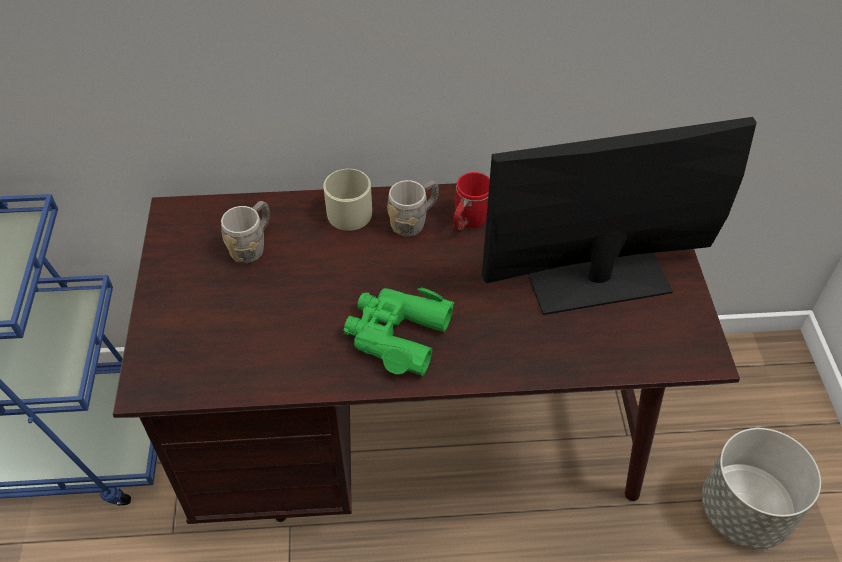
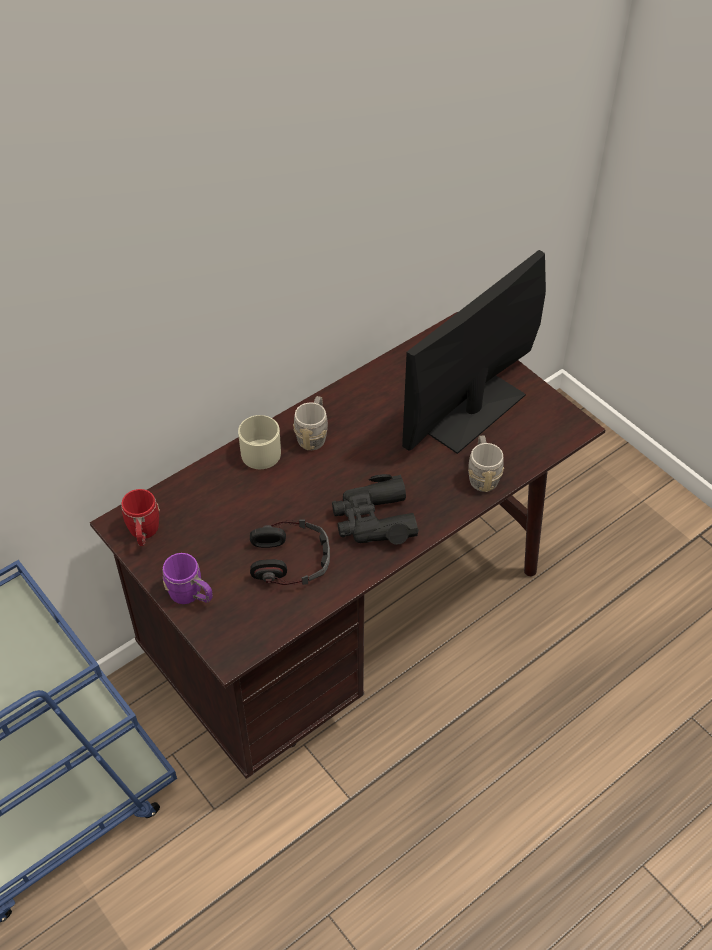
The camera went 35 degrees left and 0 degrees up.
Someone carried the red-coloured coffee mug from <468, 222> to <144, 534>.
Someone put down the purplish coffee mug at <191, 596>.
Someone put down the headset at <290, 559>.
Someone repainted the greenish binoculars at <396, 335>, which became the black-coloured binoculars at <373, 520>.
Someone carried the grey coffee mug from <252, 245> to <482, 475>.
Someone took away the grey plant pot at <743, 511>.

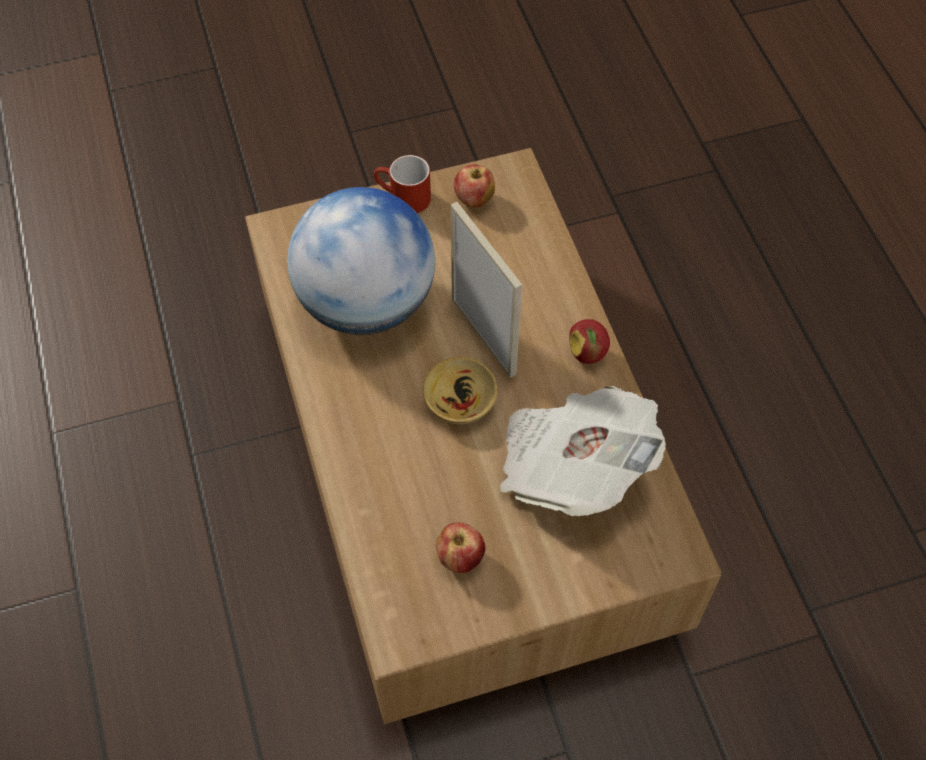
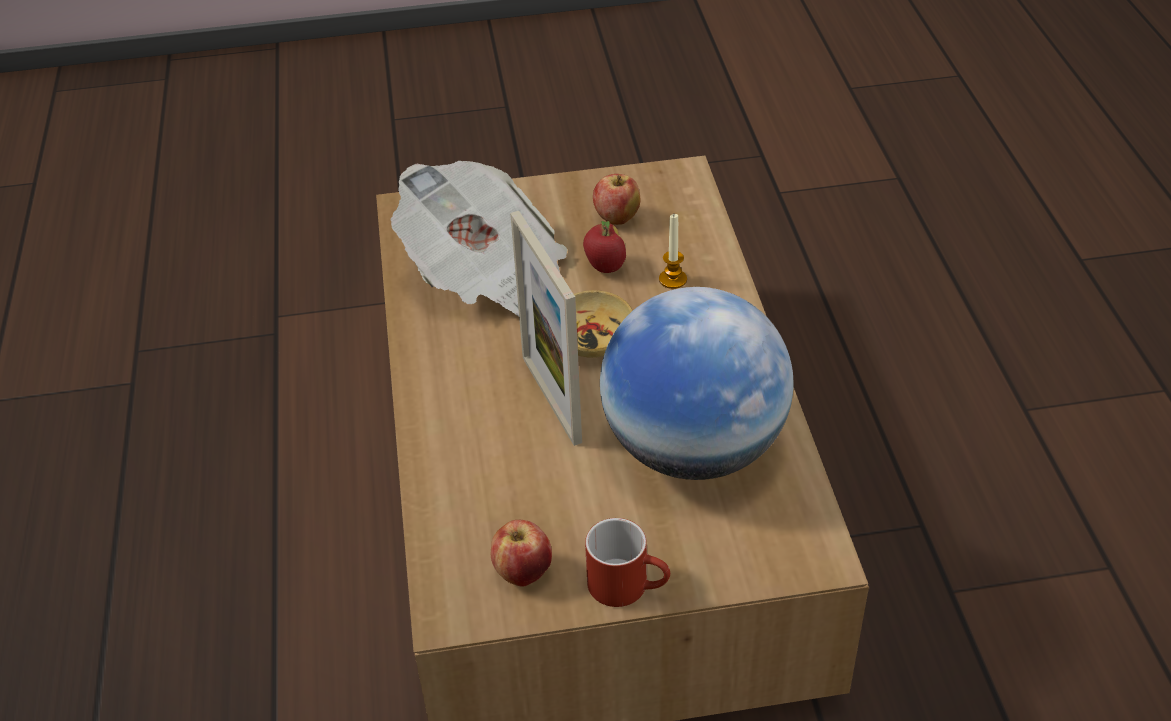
The camera went 170 degrees left and 15 degrees down.
Someone carried the apple from <587, 353> to <605, 267>.
Someone put down the wax light at <673, 279>.

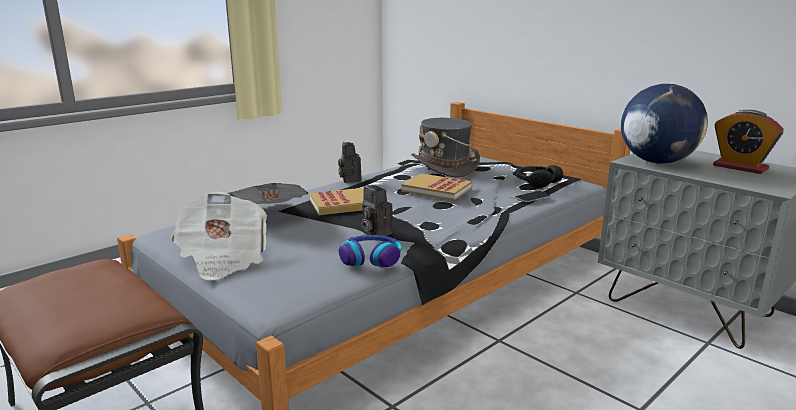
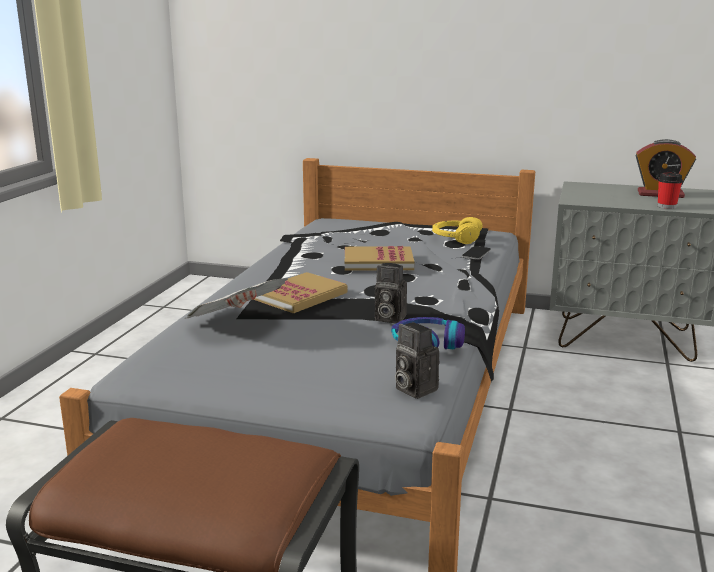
The camera went 30 degrees left and 0 degrees up.
Someone carried the photo camera from <350, 179> to <413, 389>.
Someone repainted the black-coloured headset at <536, 183>, which became the yellow-coloured headset at <456, 239>.
Someone put down the cup at <666, 206>.
Someone took away the newspaper at <223, 258>.
Someone took away the grey hat at <445, 167>.
Someone took away the world globe at <657, 162>.

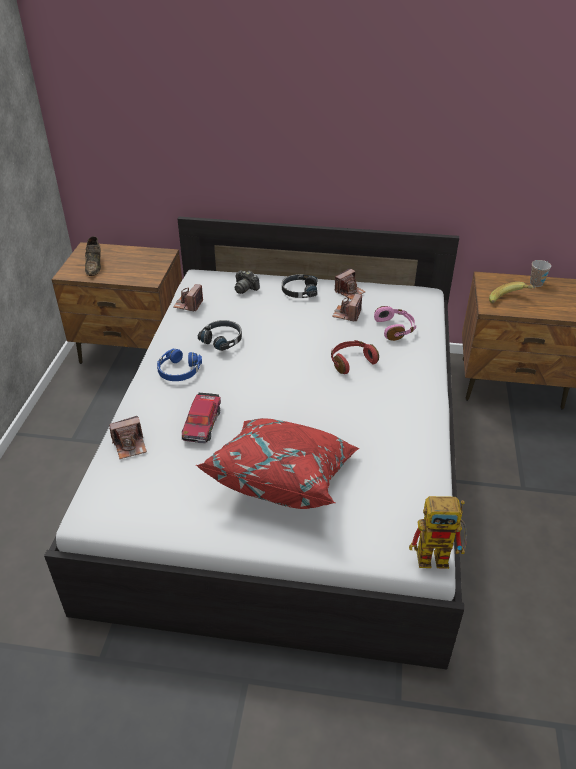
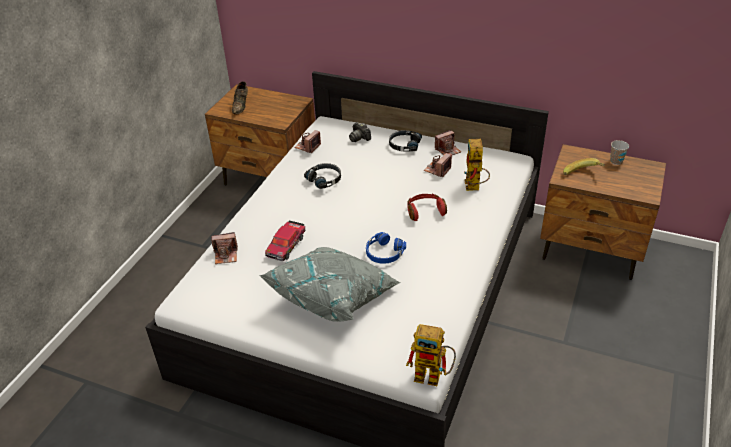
The camera went 15 degrees right and 0 degrees up.
Someone repainted the red-coloured throw pillow at <283, 477>, which became the grey throw pillow at <334, 296>.
Someone carried the bluish headset from <178, 371> to <384, 253>.
Someone swapped the pink-coloured headset at <395, 329> for the robot figure at <474, 187>.

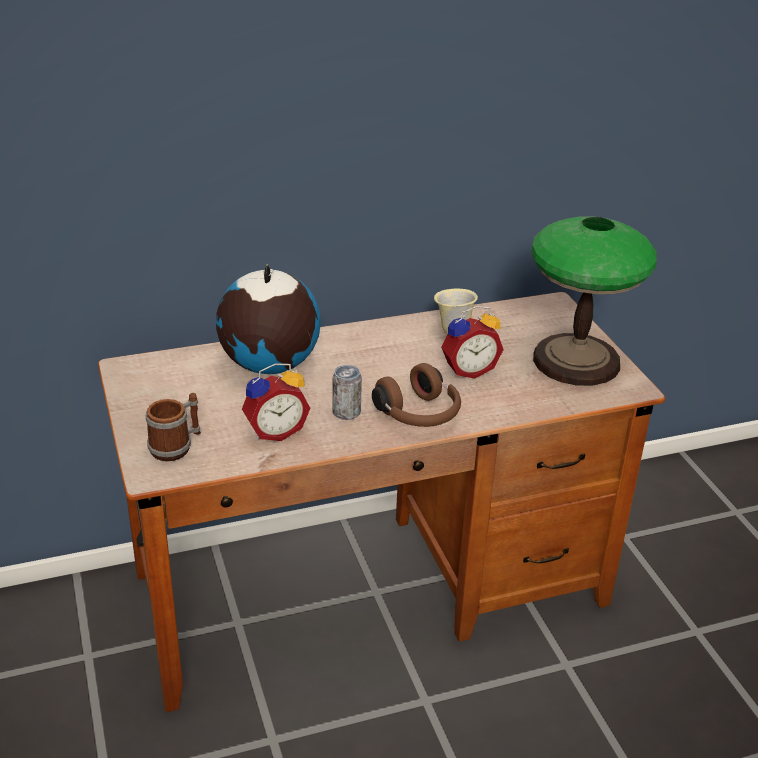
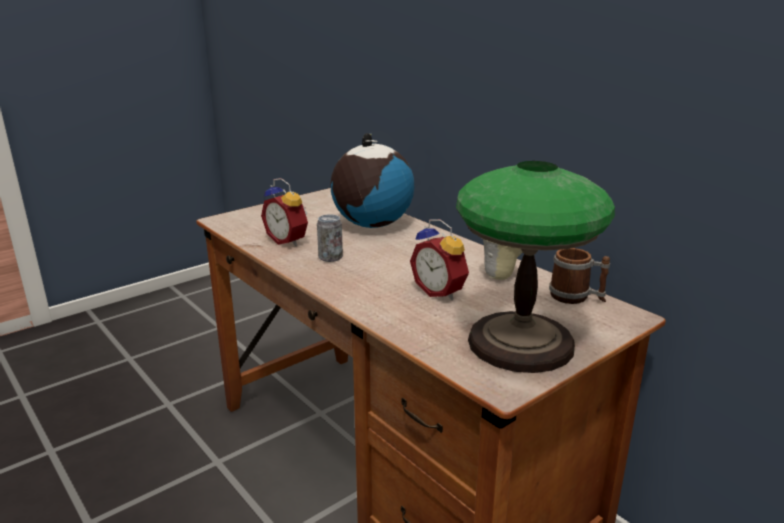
The camera went 70 degrees right and 10 degrees down.
Someone carried the coffee mug from <176, 446> to <576, 297>.
Someone took away the brownish headset at <419, 415>.

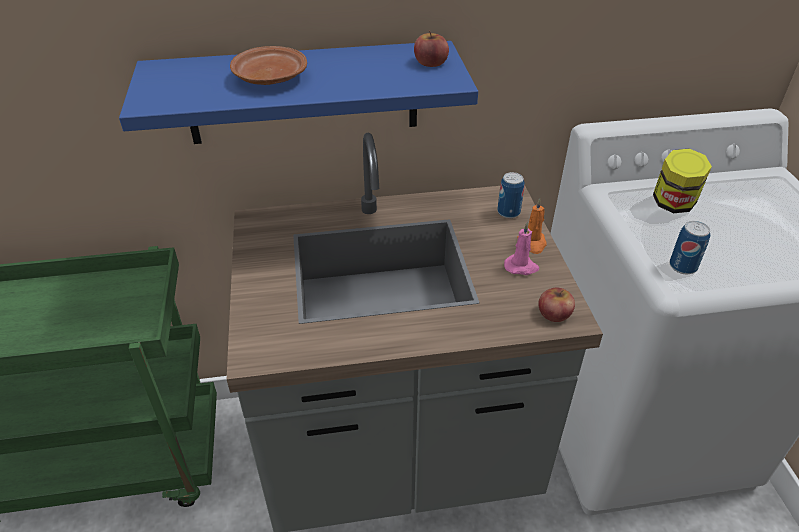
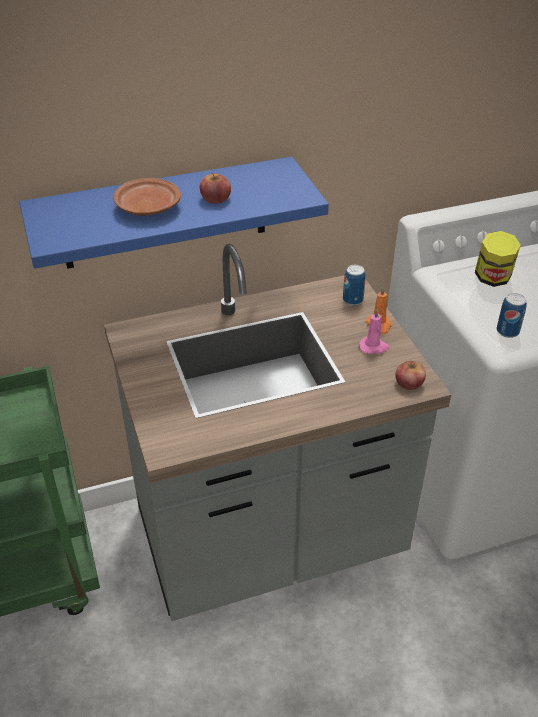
The camera went 10 degrees left and 0 degrees up.
Someone carried the apple from <431, 62> to <215, 198>.

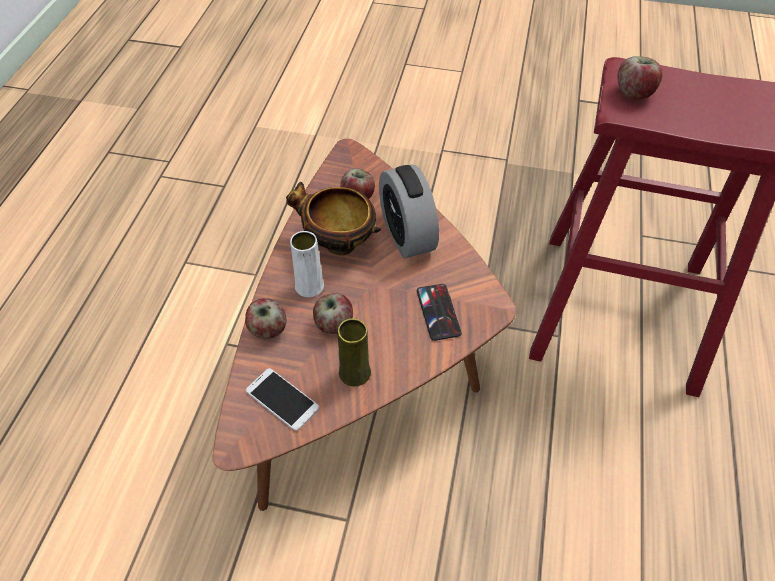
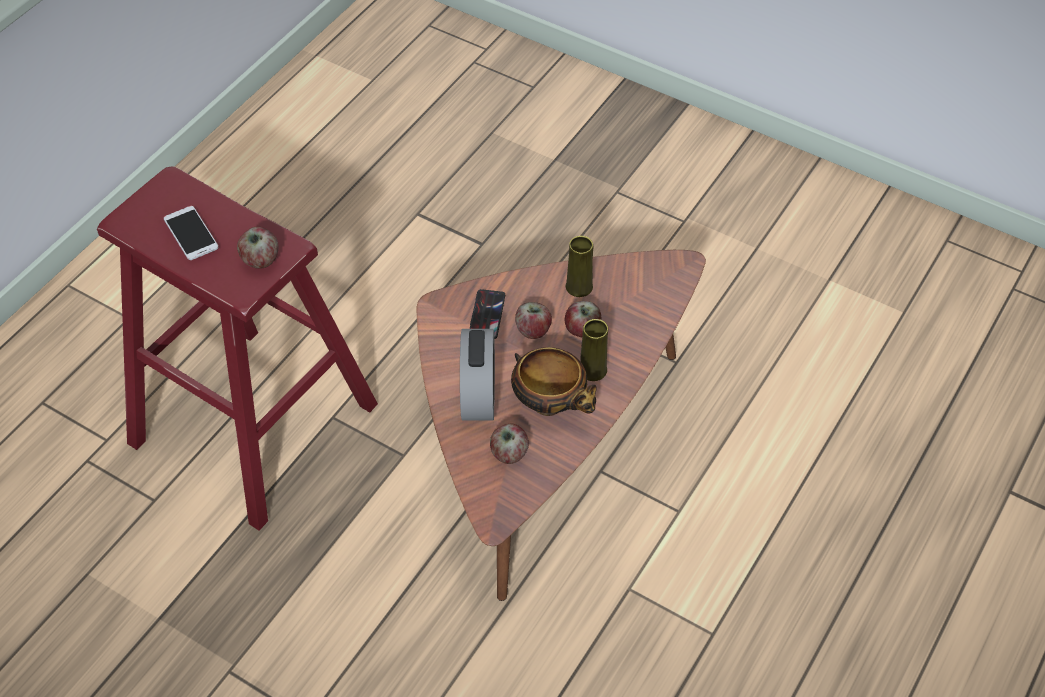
The camera went 160 degrees left and 0 degrees up.
Someone carried the phone from <282, 399> to <191, 233>.
Someone carried the apple from <268, 330> to <533, 330>.
Someone repainted the white-coloured vase at <309, 286>, which became the yellow-coloured vase at <593, 370>.

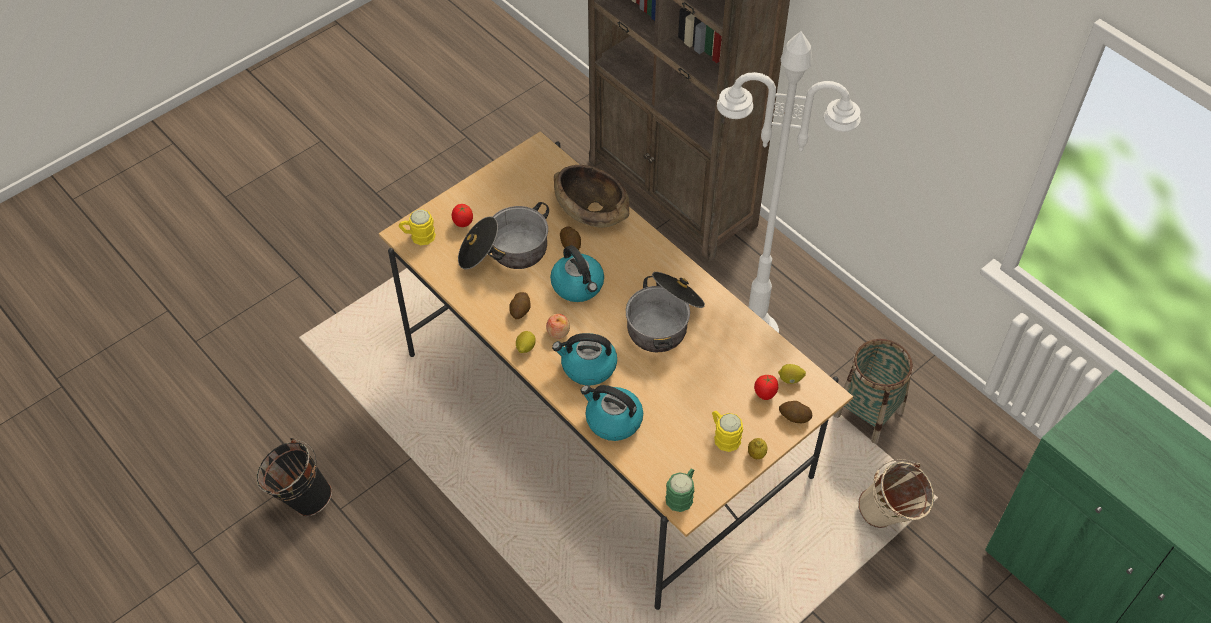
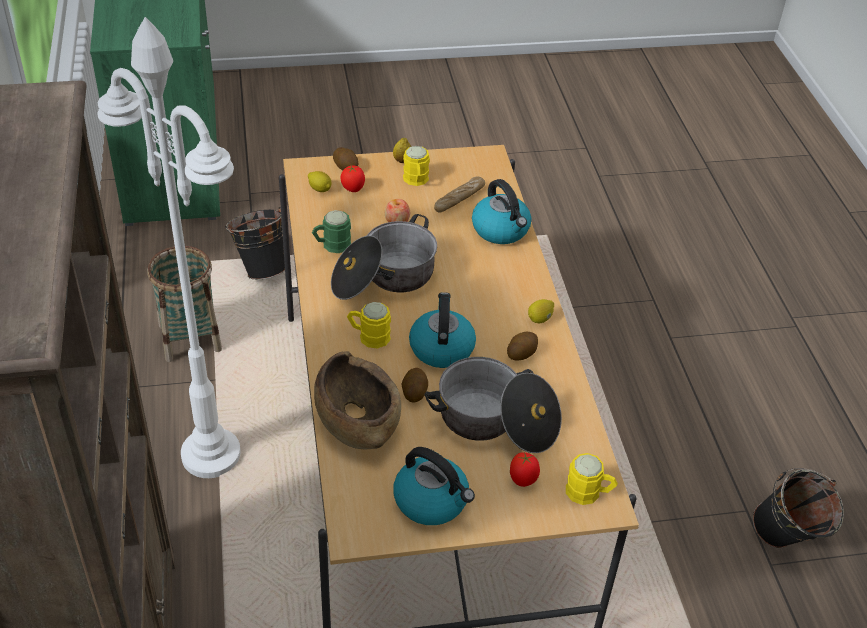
The camera went 150 degrees left and 10 degrees down.
Someone repainted the sand-coloured pail at <890, 518>, which became the black-coloured pail at <261, 268>.
Someone carried the greenish coffee mug from <682, 495> to <331, 245>.
Someone put down the yellow-coloured coffee mug at <369, 336>.
Someone carried the apple from <558, 332> to <397, 220>.
Someone carried the tea kettle from <587, 366> to <432, 501>.
Someone put down the baked bread at <459, 199>.

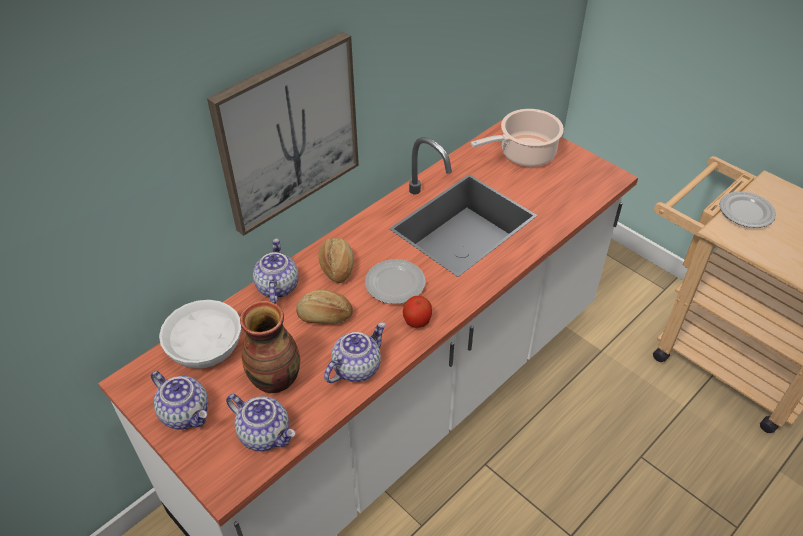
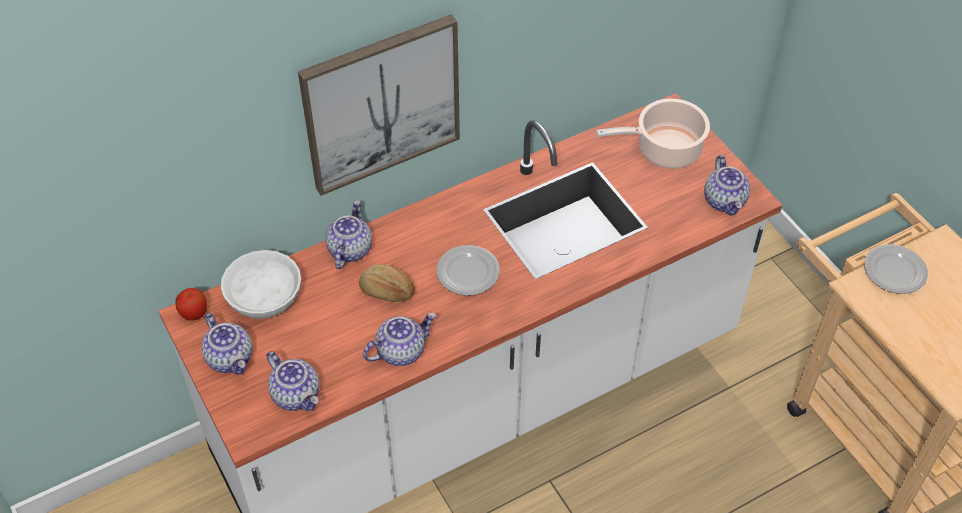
The camera went 15 degrees right and 5 degrees up.
Someone carried the apple from <417, 321> to <194, 313>.
Someone put down the tea pot at <725, 201>.
Someone took away the vase at <277, 379>.
Someone took away the baked bread at <336, 267>.

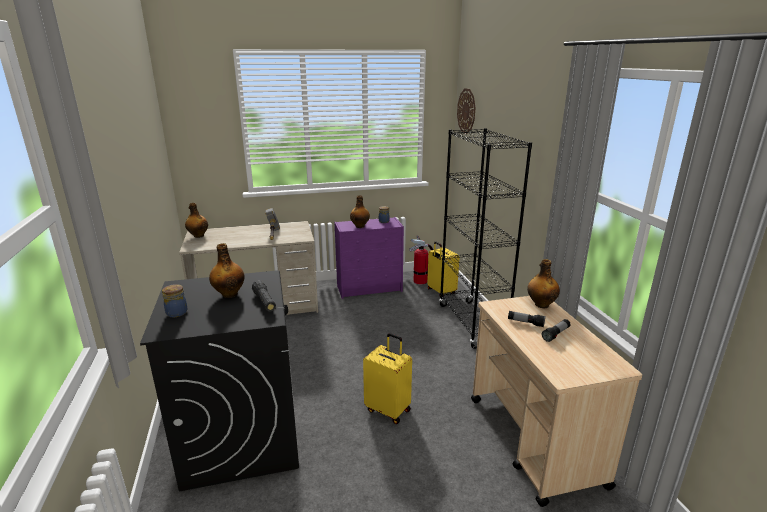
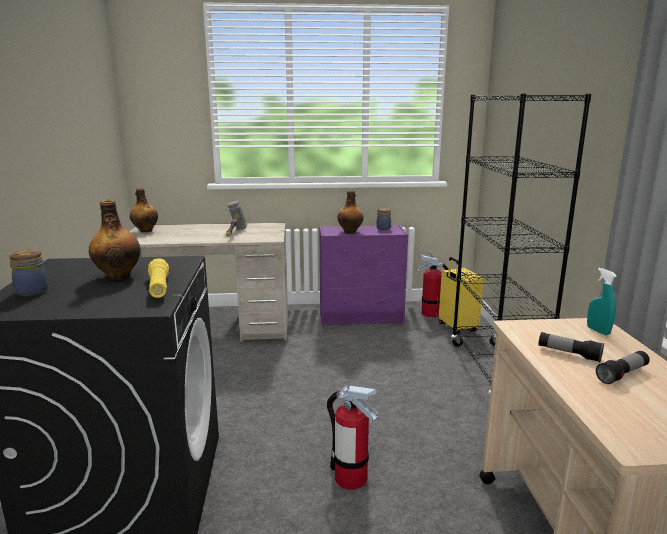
The camera went 10 degrees right and 5 degrees down.
Someone repainted the black-coloured hand torch at <264, 302>, which became the yellow-coloured hand torch at <159, 287>.
Someone swapped the yellow-coloured travel case at <388, 409> for the fire-fighting cylinder at <350, 478>.
Someone swapped the bottle at <541, 304> for the blue-green sprayer at <598, 331>.
Someone took away the wall clock at <466, 111>.

